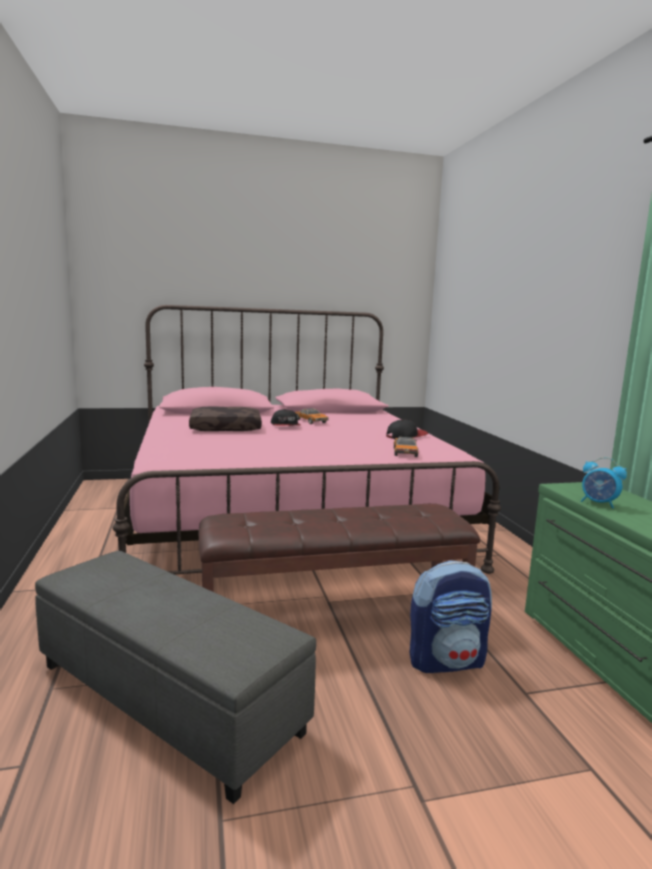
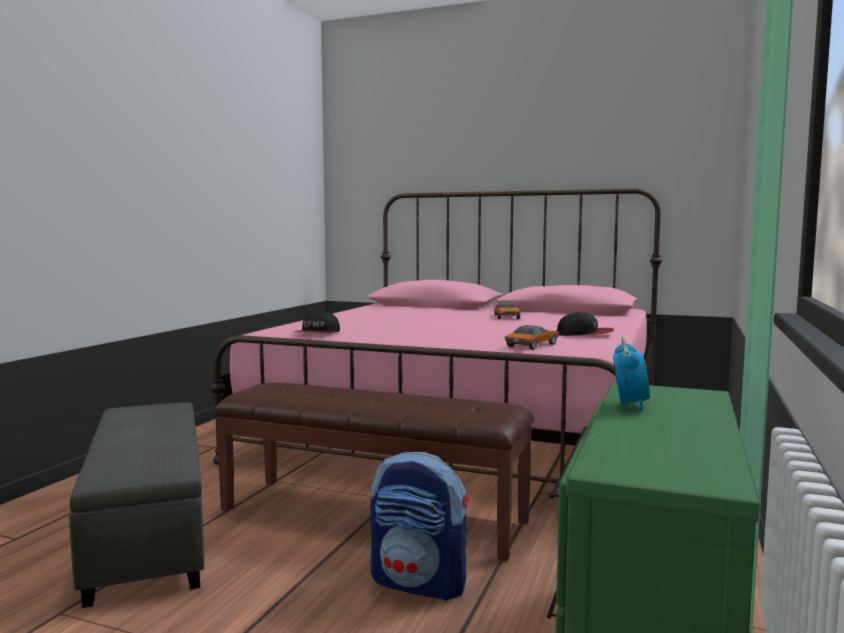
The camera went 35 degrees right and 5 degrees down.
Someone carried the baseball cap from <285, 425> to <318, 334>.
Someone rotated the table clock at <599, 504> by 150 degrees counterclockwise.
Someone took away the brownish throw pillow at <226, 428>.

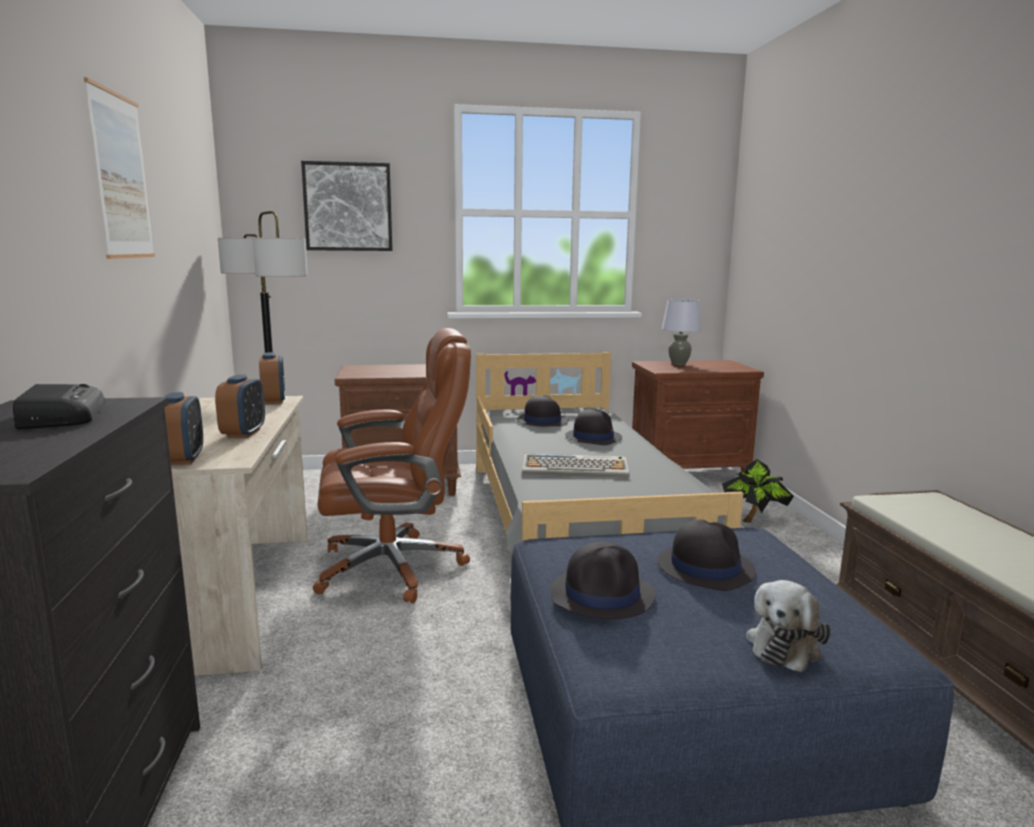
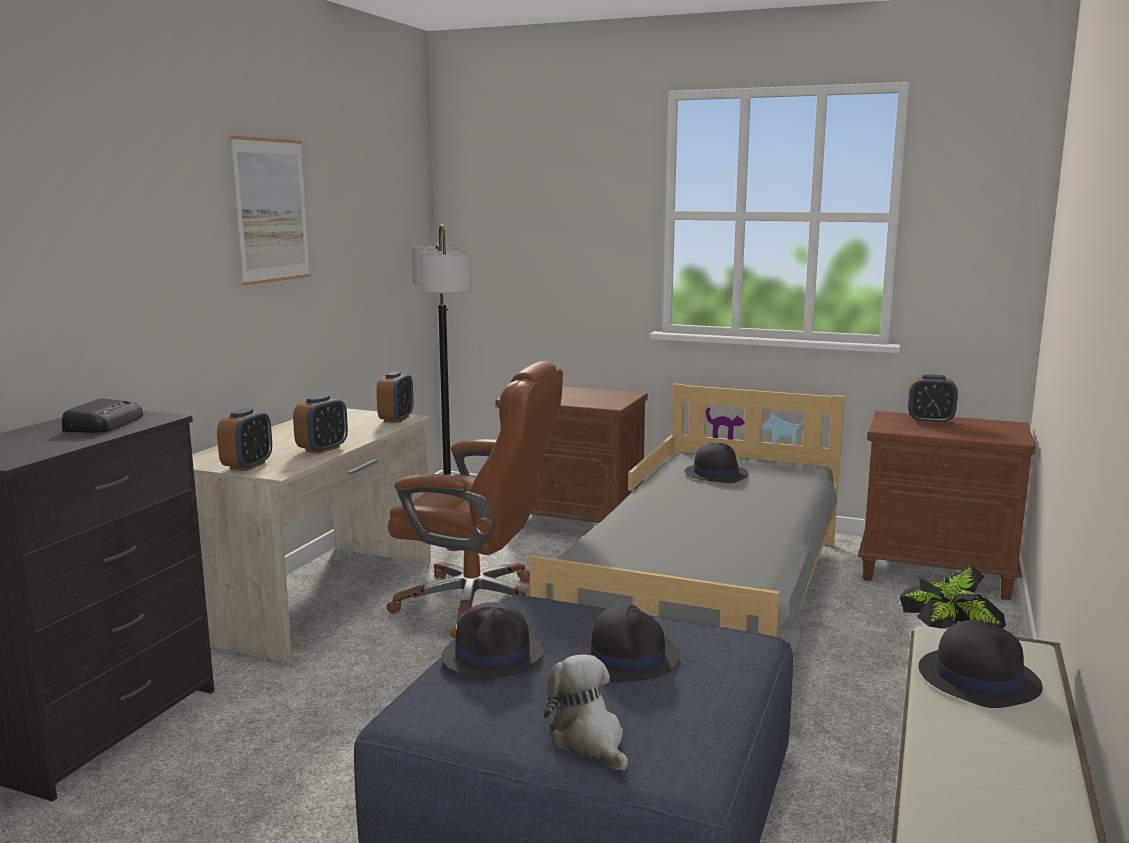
The camera went 30 degrees right and 0 degrees up.
Someone rotated the plush toy at <784, 645> by 90 degrees clockwise.
Someone swapped the grey tabletop lamp at <678, 364> for the table clock at <930, 421>.
Someone carried the black-coloured hat from <593, 437> to <978, 678>.
Someone took away the wall art at <348, 207>.
Someone took away the PC keyboard at <576, 468>.

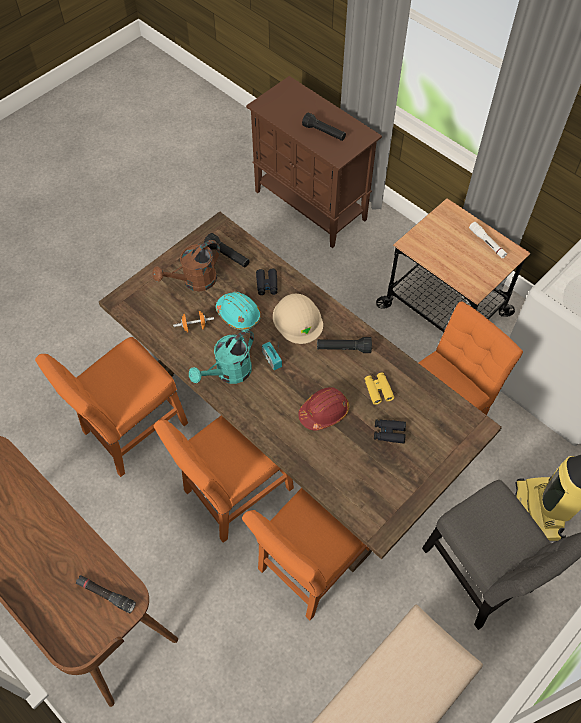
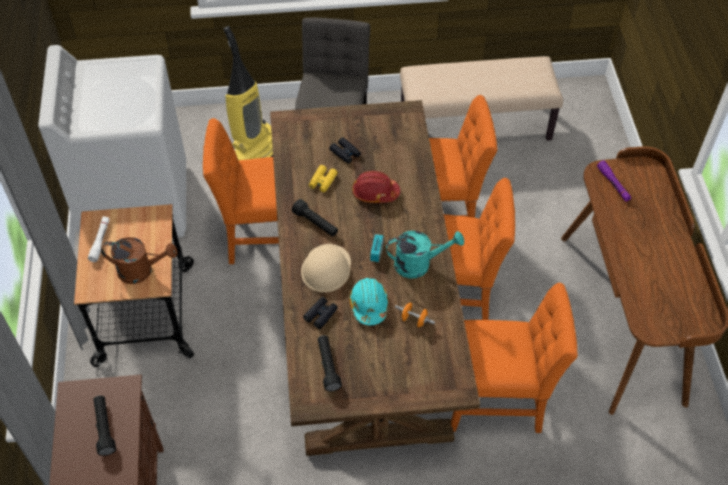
The camera went 140 degrees left and 5 degrees down.
Someone carried the brownish watering pot from <194, 282> to <141, 270>.
Someone repainted the black-coloured hand torch at <106, 595>, which became the purplish hand torch at <613, 184>.

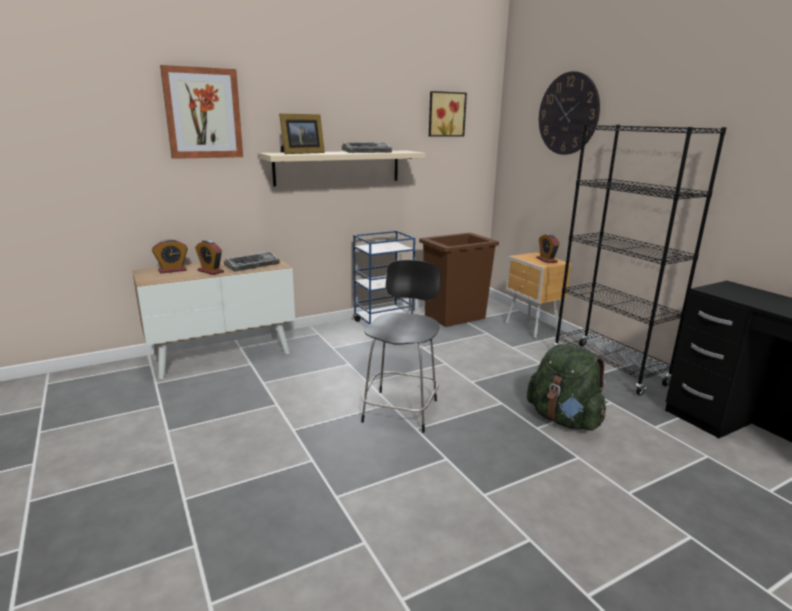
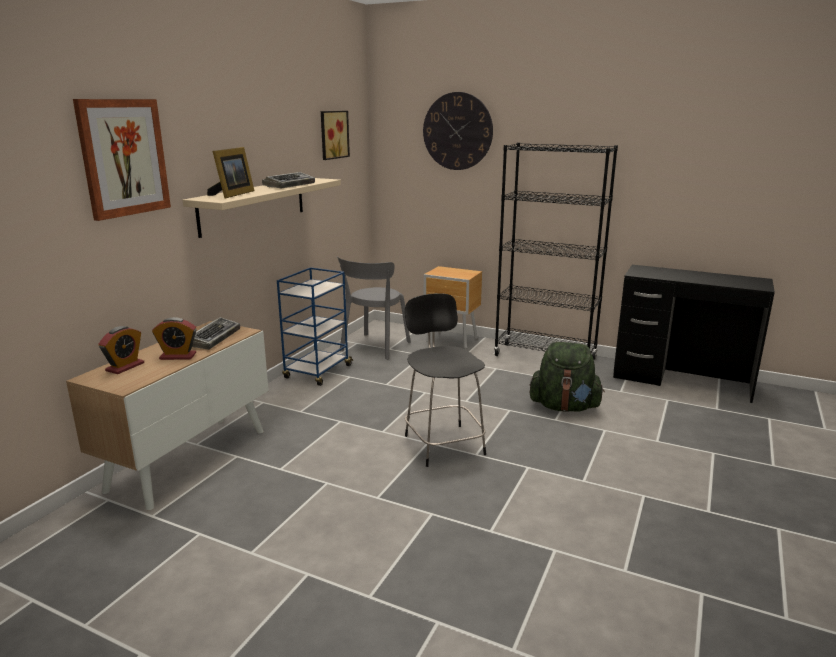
The camera went 35 degrees left and 0 degrees up.
Someone swapped the brownish waste bin at <453, 316> for the grey upright chair at <374, 347>.
Someone took away the table clock at <546, 260>.

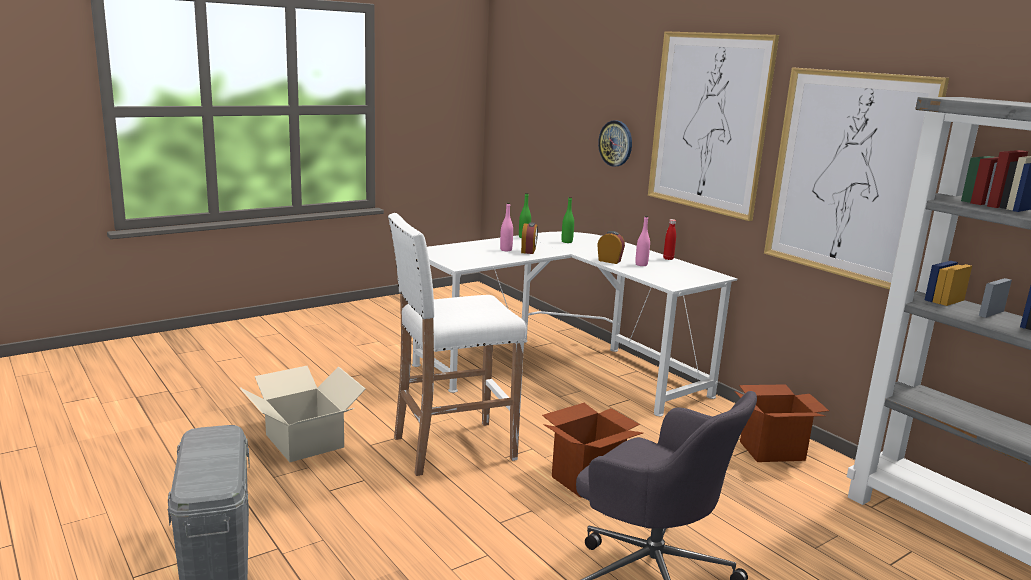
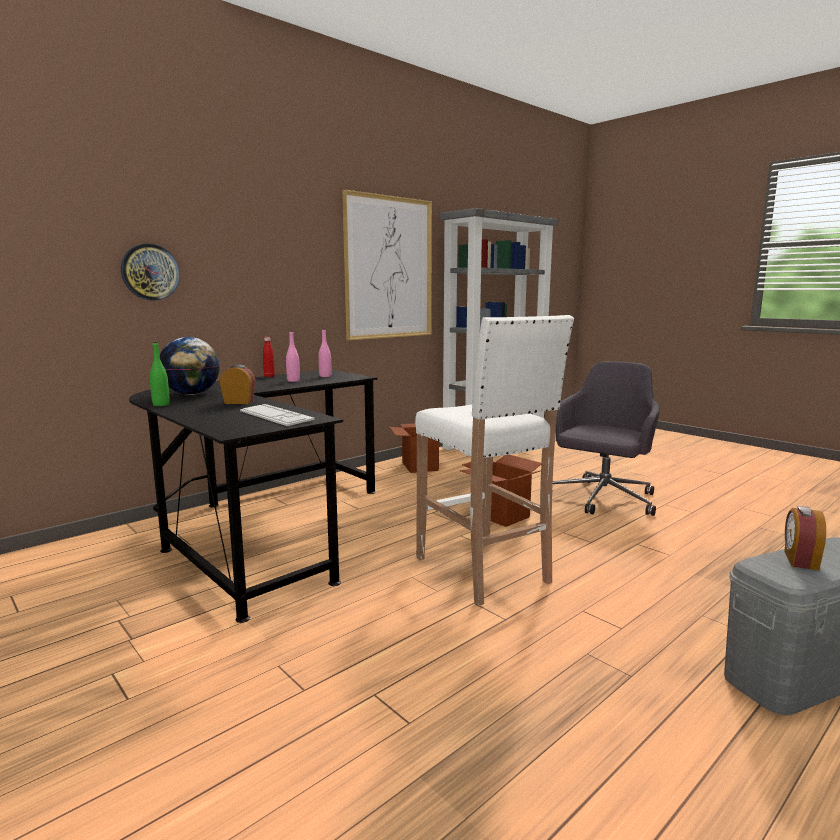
The camera went 95 degrees left and 5 degrees down.
Someone repainted the white-coloured desk unit at <562, 367>, which became the black-coloured desk unit at <261, 527>.
Someone swapped the greenish bottle at <567, 241> for the world globe at <191, 394>.
Someone put down the PC keyboard at <275, 416>.
Someone carried the pink-coloured bottle from <506, 250> to <325, 376>.
Someone carried the table clock from <609, 261> to <799, 560>.
Someone took away the carton at <305, 440>.
Someone took away the wall art at <708, 123>.

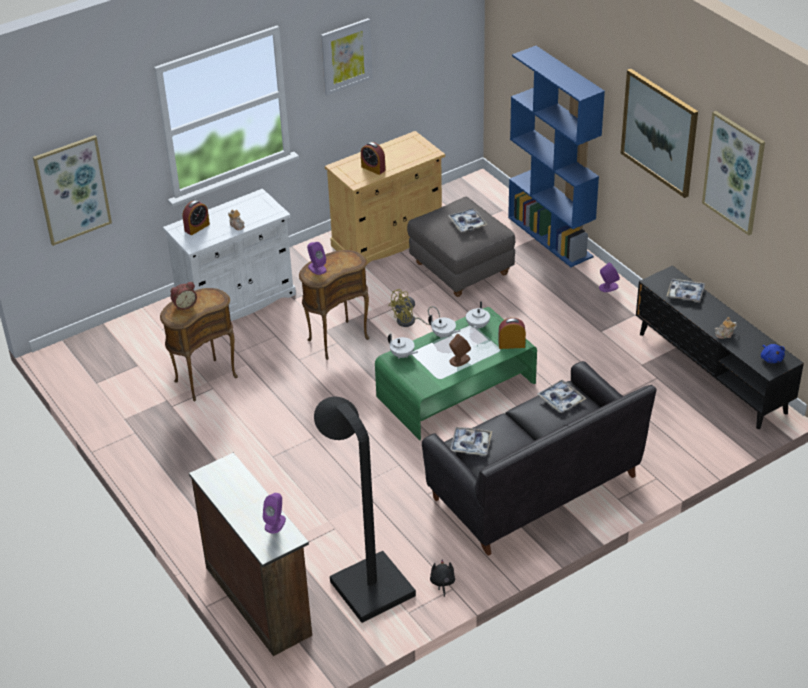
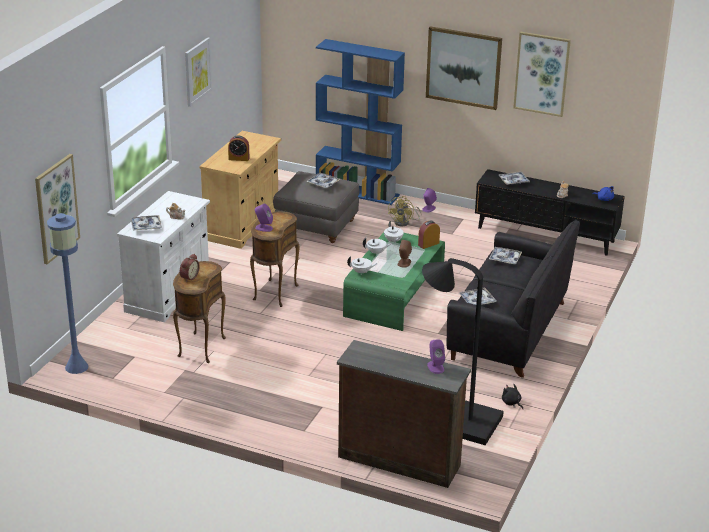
The camera went 35 degrees left and 10 degrees down.
Someone put down the bluish standing lamp at <76, 367>.
Someone swapped the table clock at <197, 227> for the carrying tray at <146, 226>.
Someone carried the yellow-coloured fan from <410, 322> to <404, 222>.

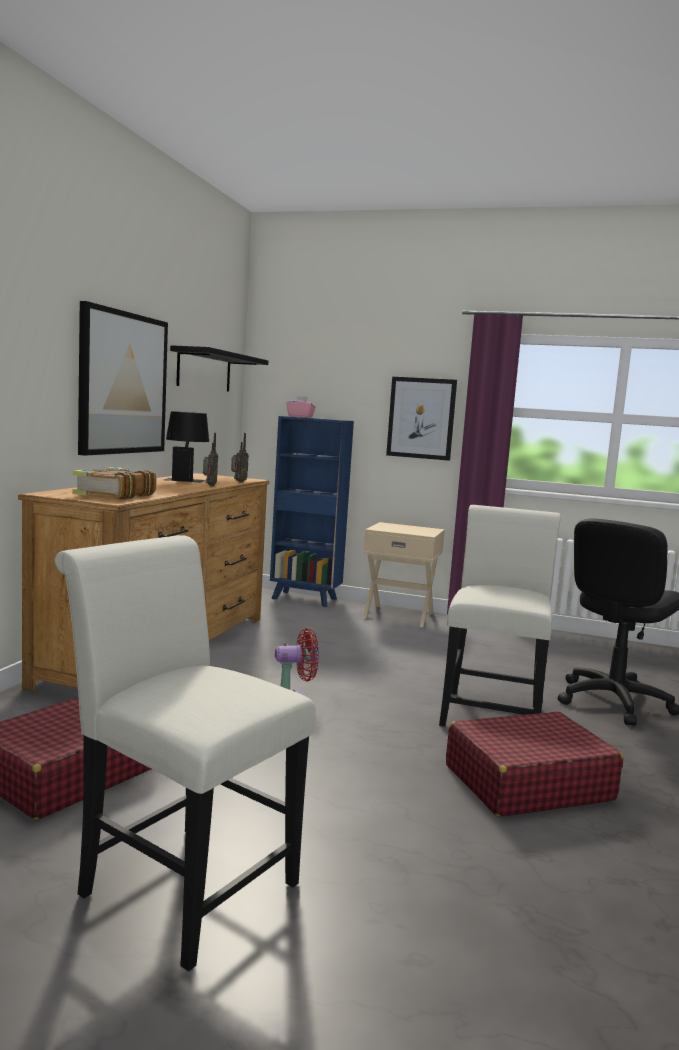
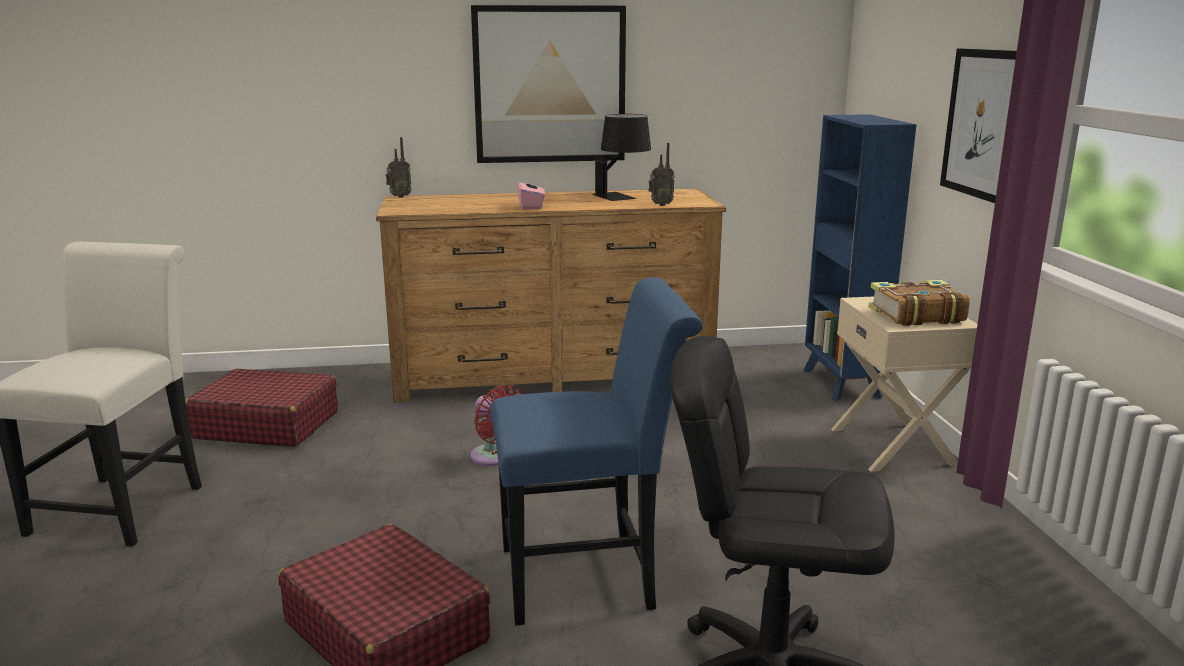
The camera went 65 degrees right and 10 degrees up.
Someone carried the radio receiver from <209, 485> to <399, 197>.
Someone repainted the white-coloured upright chair at <492, 712>, which became the bluish upright chair at <589, 576>.
Someone carried the pink-coloured tissue holder from <300, 417> to <531, 206>.
Someone carried the book from <114, 495> to <915, 315>.
Someone took away the black-coloured shelf at <204, 370>.

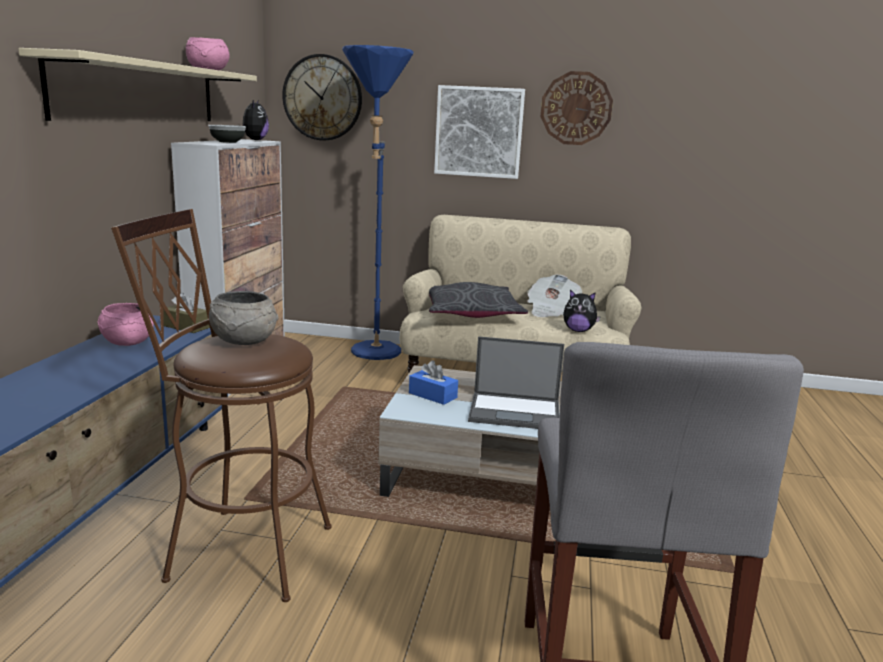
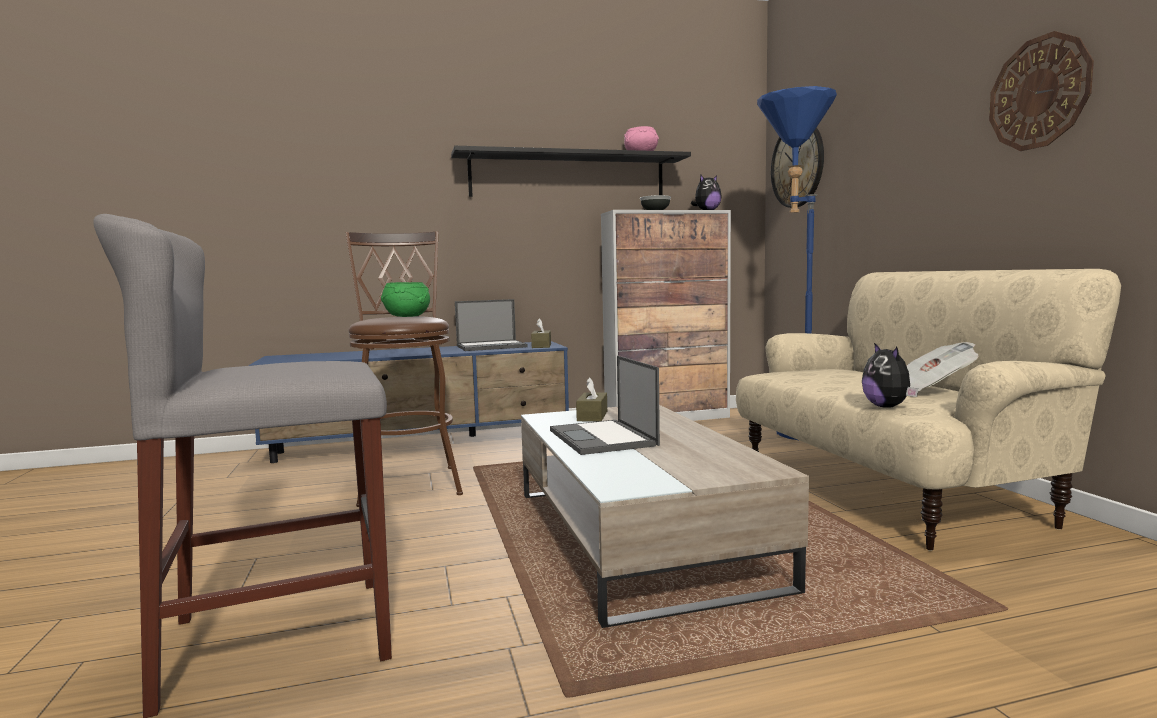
The camera went 65 degrees right and 10 degrees down.
Someone repainted the grey bowl at <243, 341>, which became the greenish bowl at <407, 316>.
Someone repainted the sand-coloured shelf at <140, 92>, which became the black-coloured shelf at <568, 176>.
Someone swapped the pink-coloured bowl at <128, 342> for the portable computer at <492, 346>.
Someone repainted the bluish tissue holder at <432, 395>, which became the brownish tissue holder at <592, 416>.
Someone took away the grey throw pillow at <470, 313>.
Someone took away the wall art at <479, 132>.

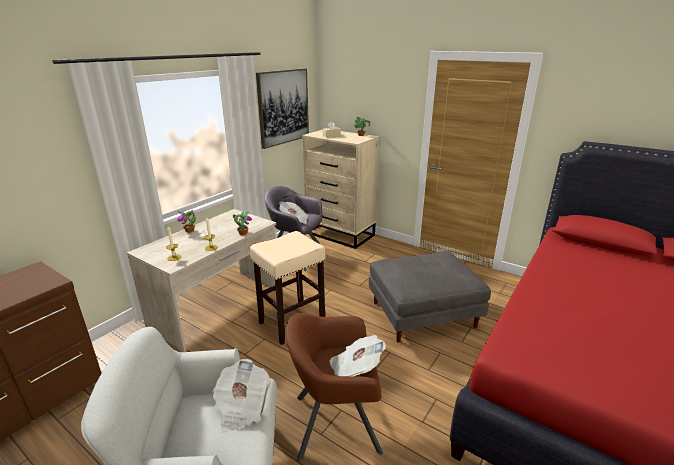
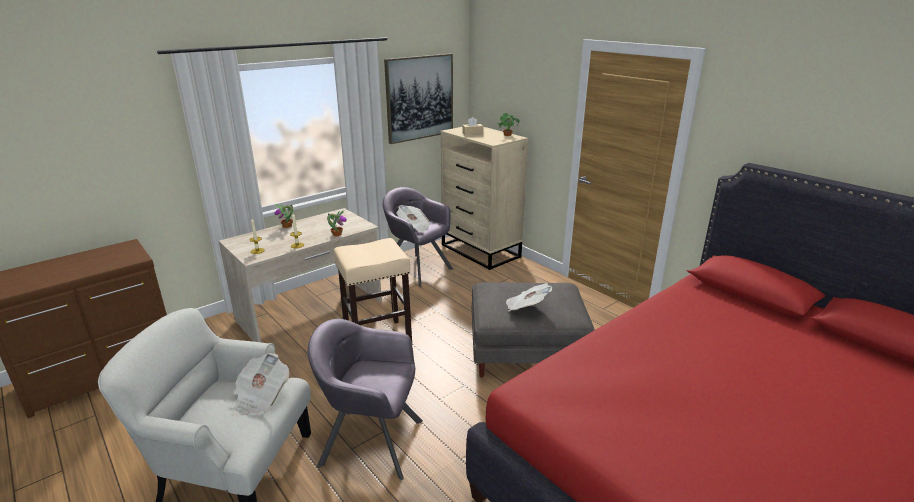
The camera went 15 degrees right and 0 degrees up.
Someone repainted the brownish lounge chair at <335, 422>, which became the grey lounge chair at <371, 441>.
Someone carried the newspaper from <355, 368> to <526, 307>.

